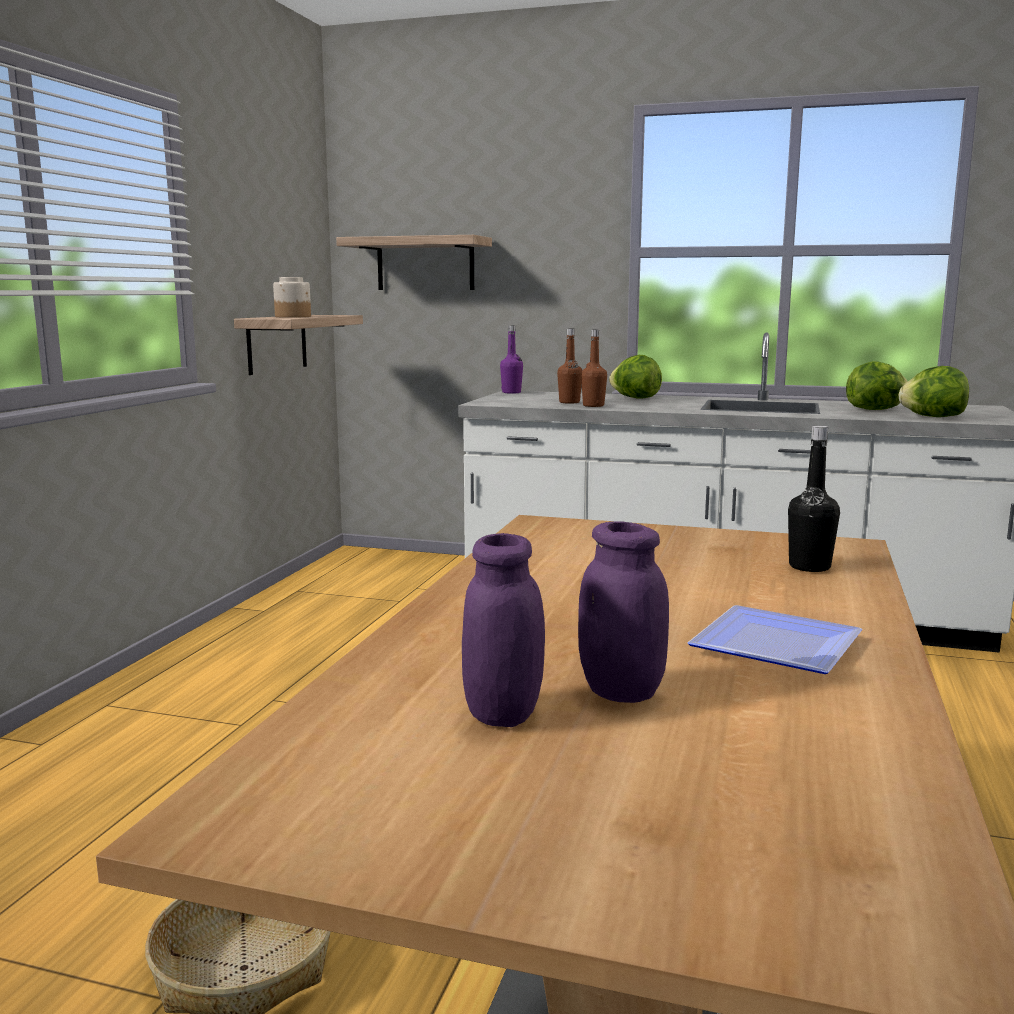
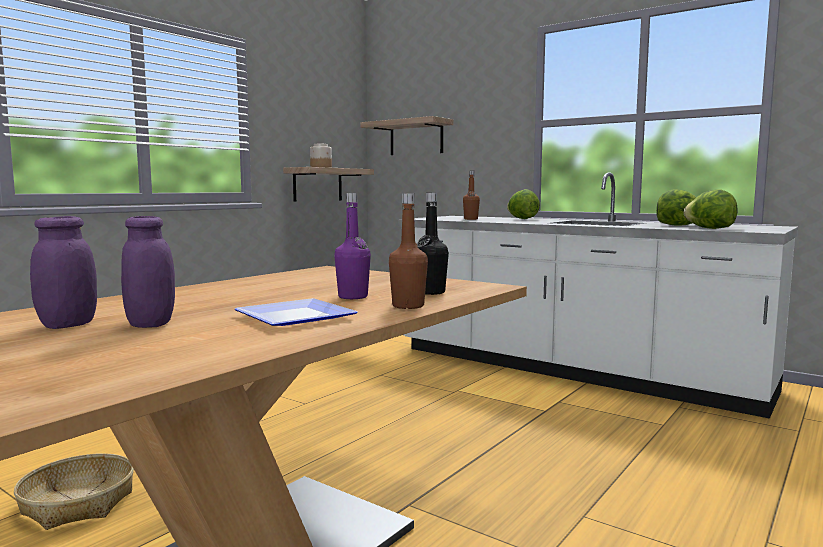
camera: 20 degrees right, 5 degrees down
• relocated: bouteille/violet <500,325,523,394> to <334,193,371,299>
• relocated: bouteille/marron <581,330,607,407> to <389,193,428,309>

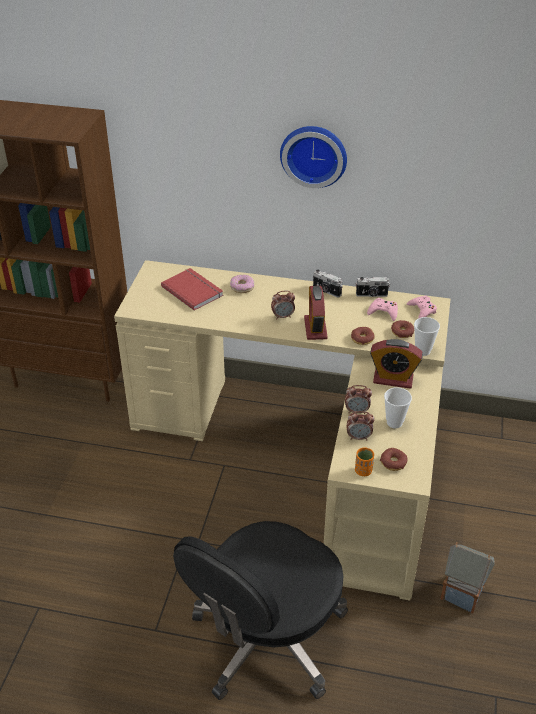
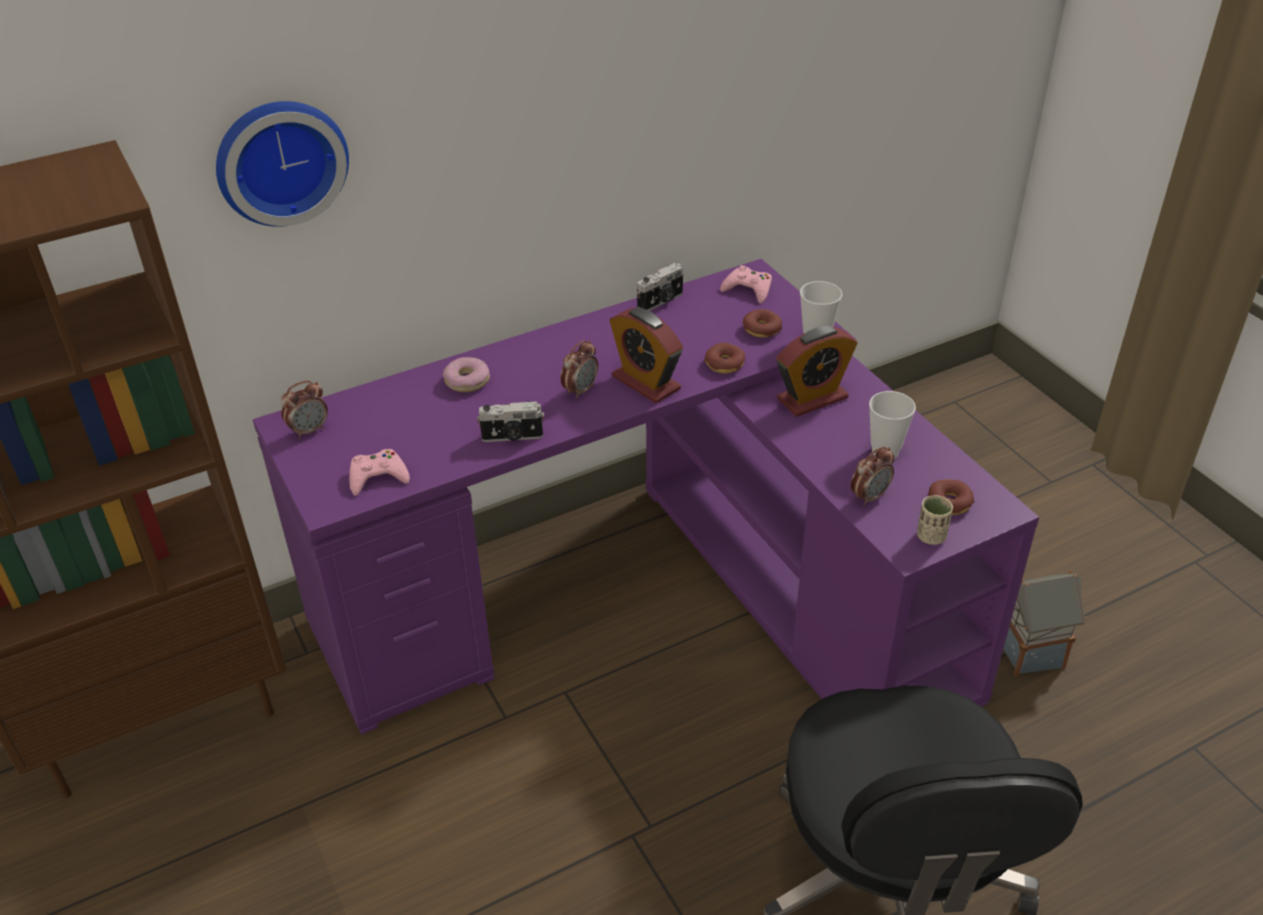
camera: 40 degrees left, 0 degrees up
• missing: livre/rouge <161,268,223,311>
• relocated: horloge murale <280,126,347,188> to <216,101,349,227>
• relocated: appareil photo <313,270,343,297> to <477,401,544,442>
• relocated: réveil <345,385,372,414> to <281,380,328,439>
• relocated: manette/rose <367,298,398,321> to <349,449,410,496>
• colour: bureau/beige <114,260,451,600> to bureau/violet <253,259,1039,735>
• colour: tasse/orange <355,448,374,476> to tasse/beige <917,495,953,545>

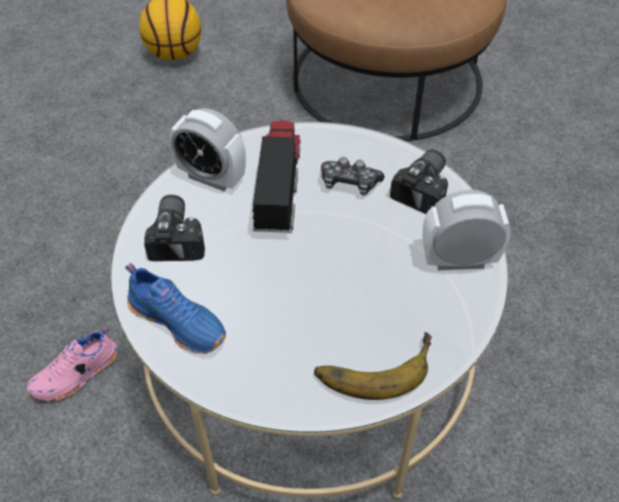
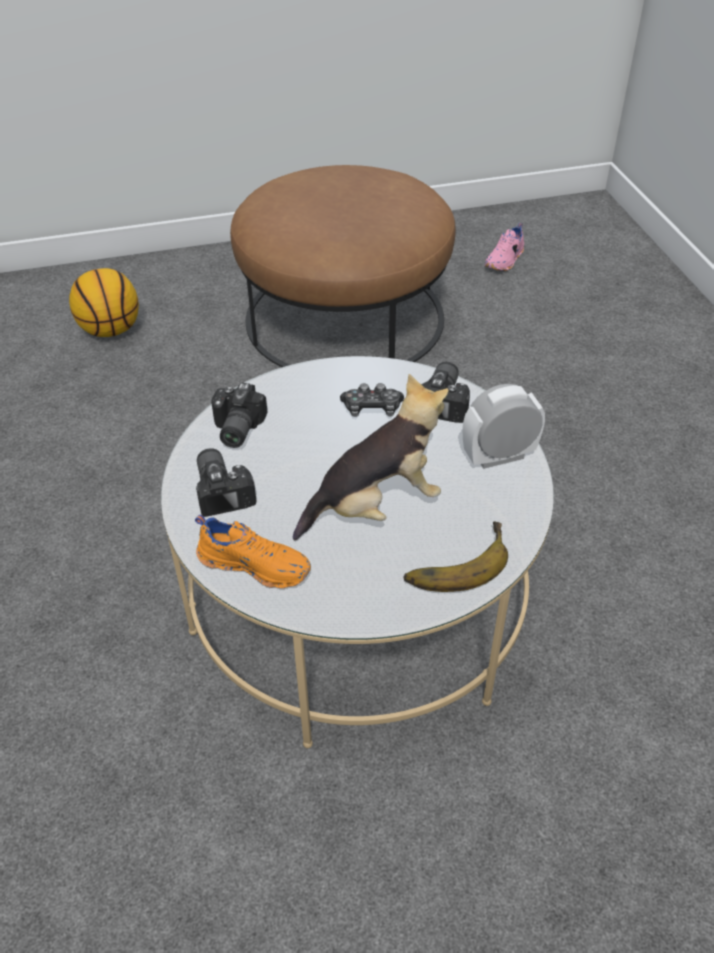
camera: 15 degrees left, 5 degrees down
• missing: camion jouet <253,120,301,233>
• appeared: peluche <293,374,449,540>
• relocated: chaussure/rose <26,326,118,401> to <485,223,524,271>
• exchanged: réveil <169,108,246,191> to appareil photo <211,383,268,448>
• colour: chaussure/bleu <125,263,226,354> to chaussure/orange <195,515,311,588>

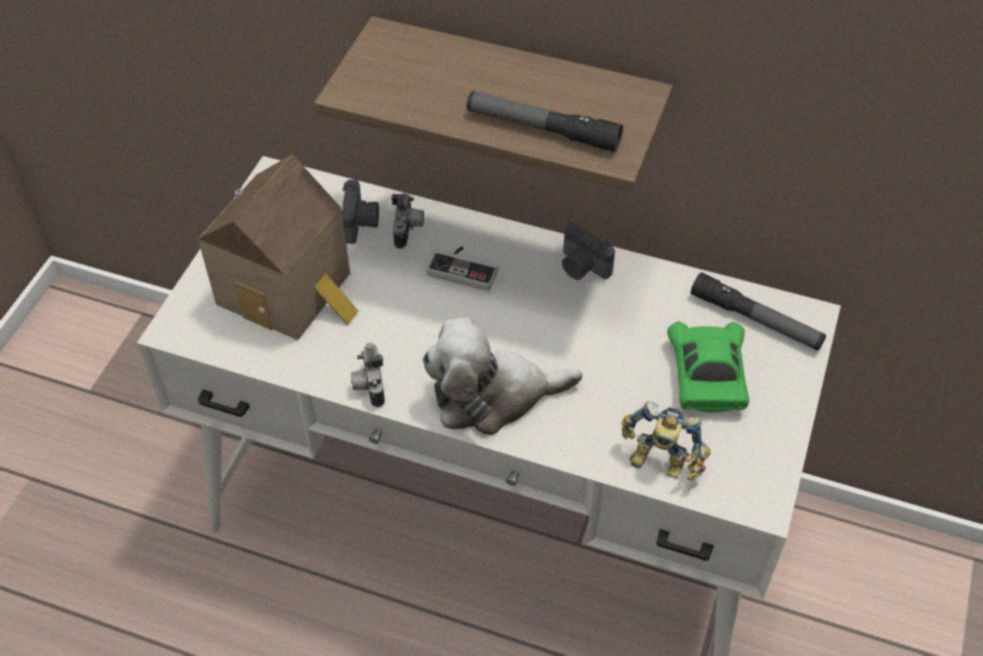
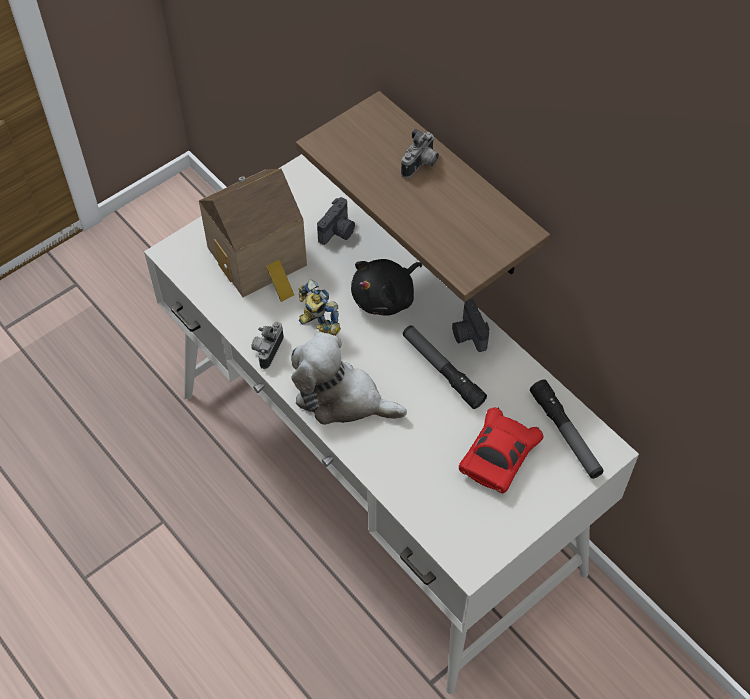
camera: 30 degrees right, 5 degrees up
• relocated: appareil photo <391,193,424,249> to <401,129,439,178>
• relocated: lampe de poche <467,91,623,152> to <403,325,487,409>
• relocated: robot jouet <621,402,711,480> to <299,280,341,336>
• exchanged: manette <426,246,499,291> to peluche/noir <351,259,422,316>
• colour: petite voiture/vert <667,322,749,413> to petite voiture/rouge <459,407,544,493>

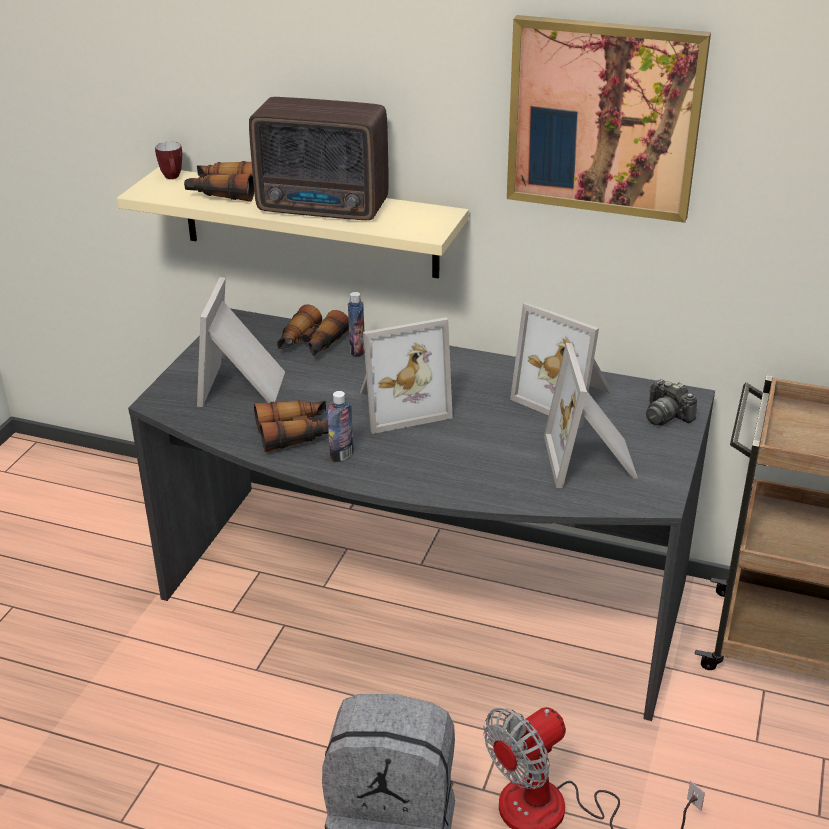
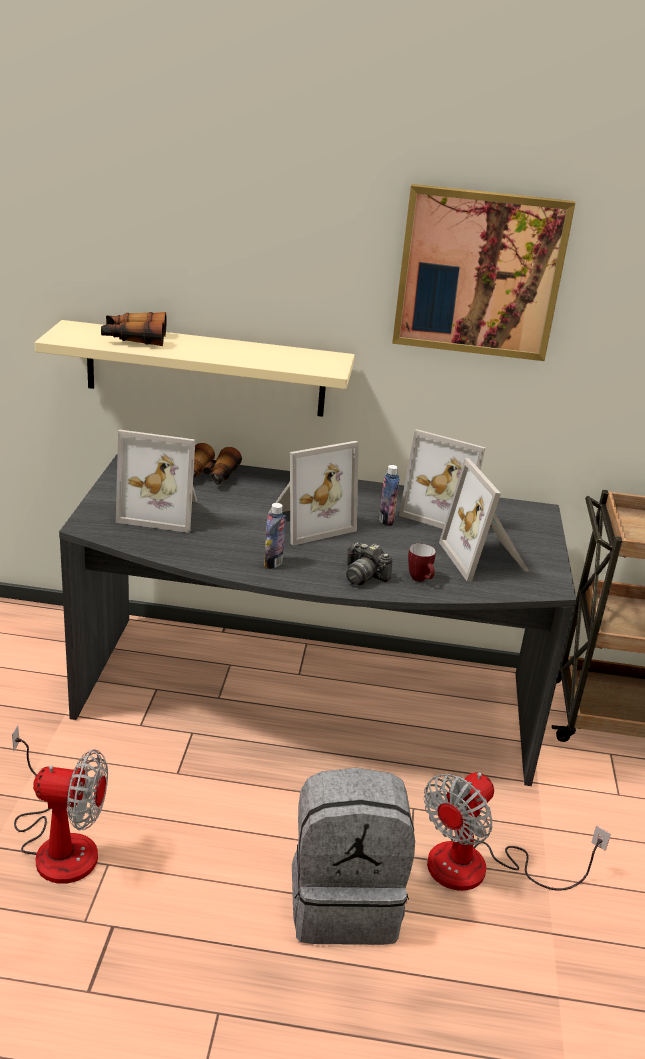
camera: 15 degrees left, 5 degrees down
• missing: radio <249,97,389,220>
• missing: jumelles <254,400,329,453>
• appeared: ventilateur <12,725,108,884>
• relocated: mug <155,142,182,179> to <408,543,436,582>
• relocated: bouteille <348,292,365,357> to <379,465,399,526>
• relocated: appareil photo <646,379,697,425> to <346,542,392,585>
• spun: cadre photo <197,277,285,407> = <116,430,197,533> 75 degrees counterclockwise

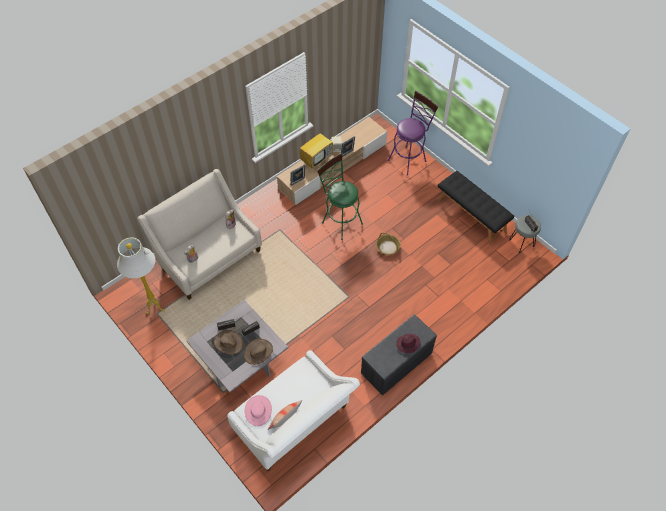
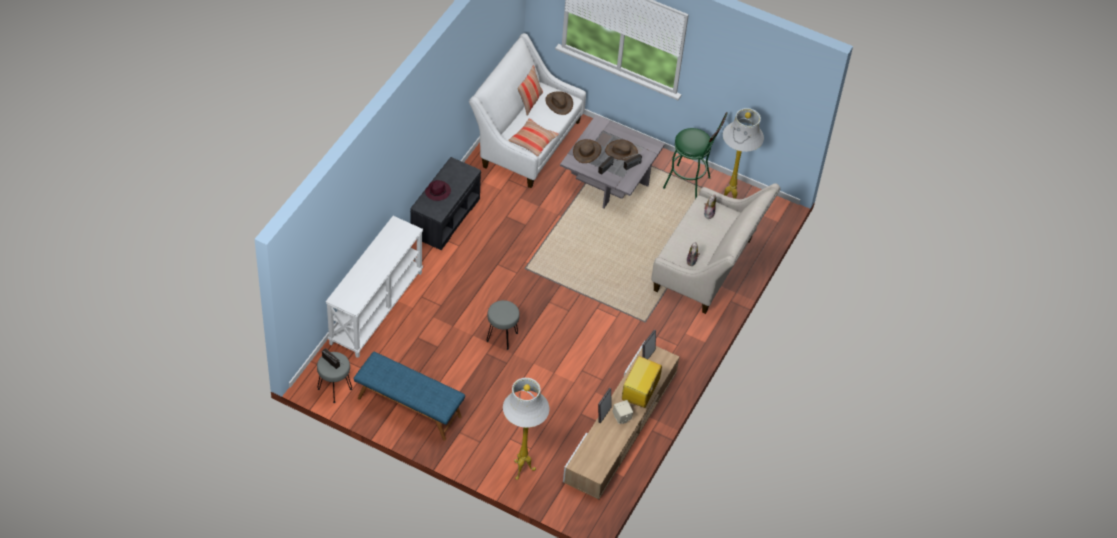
camera: 155 degrees right, 5 degrees down
• appeared: table console/blanc <326,216,423,358>
• appeared: coussin <508,119,559,157>
• relocated: tabouret/vert <317,153,363,240> to <663,112,728,199>
• exchanged: panier <376,233,401,255> to tabouret/gris <487,300,520,350>
• exchanged: tabouret/violet <388,91,438,176> to lampadaire/blanc <503,378,550,480>
• colour: chapeau/rose <245,395,272,426> to chapeau/marron <545,91,573,115>
• colour: banc/noir <437,171,514,245> to banc/bleu <354,352,465,441>

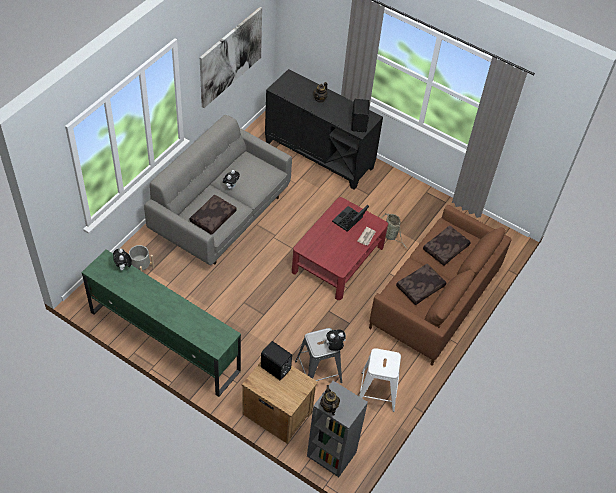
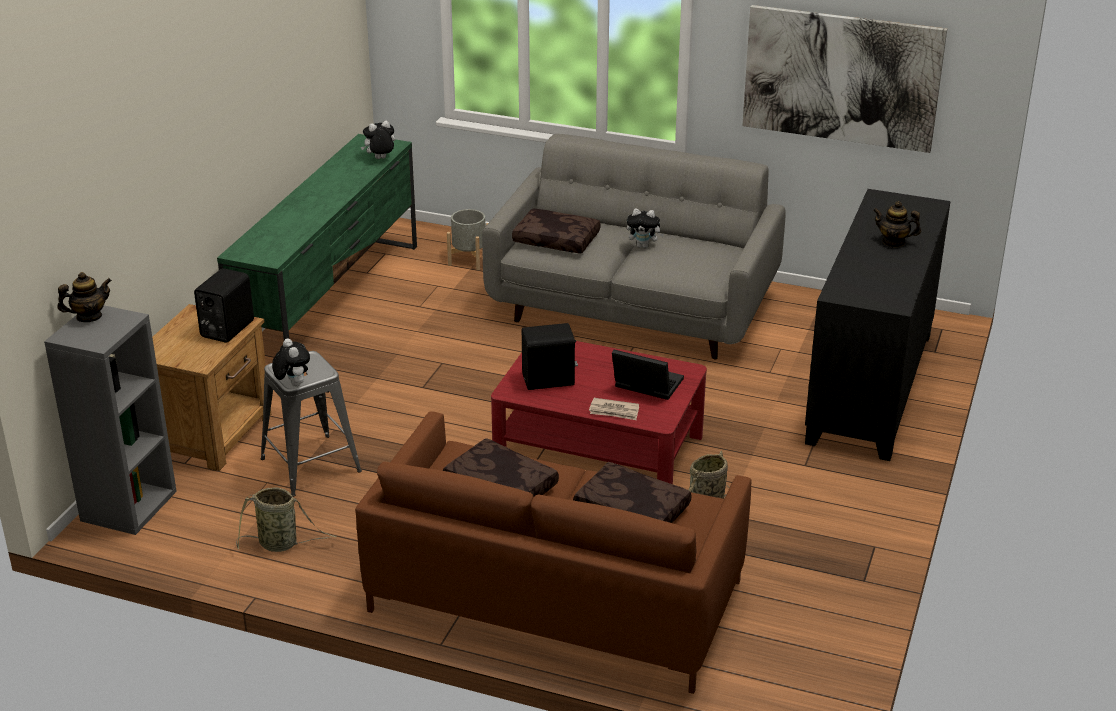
camera: 80 degrees right, 20 degrees down
• relocated: enceinte/noir <351,99,369,132> to <522,323,578,390>
• exchanged: tabouret/blanc <359,348,401,412> to panier <236,487,336,552>

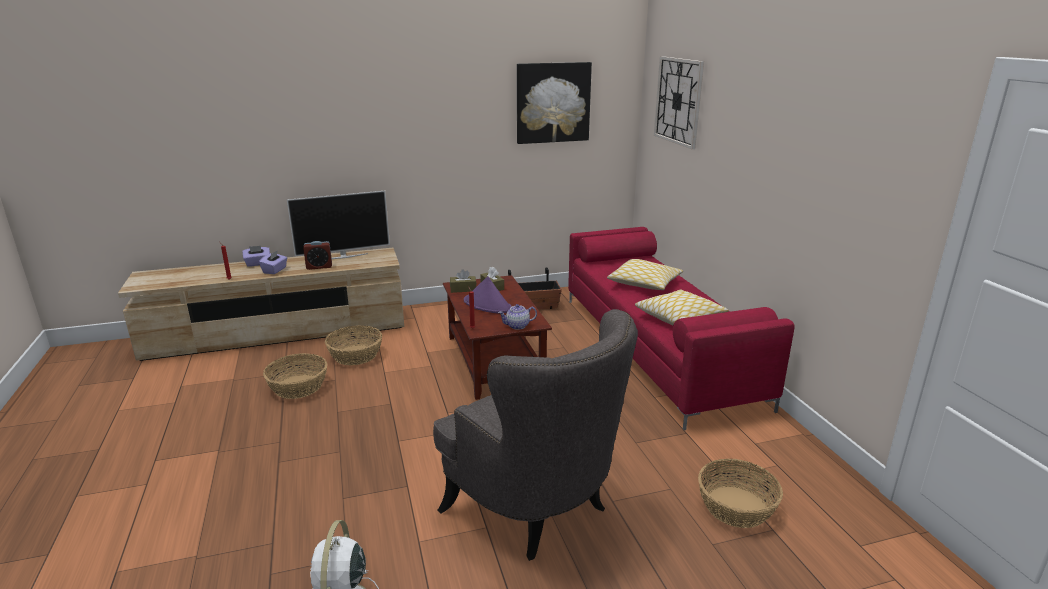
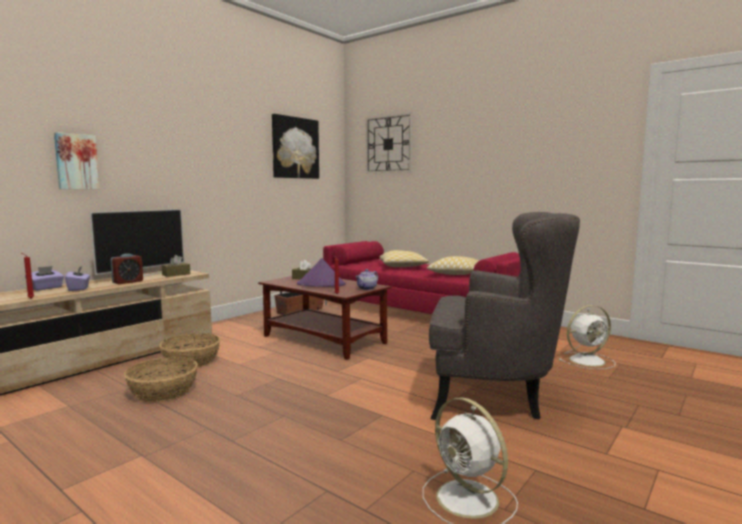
camera: 35 degrees left, 15 degrees down
• appeared: tableau <54,132,100,189>
• relocated: boîte à mouchoirs/marron <450,269,477,293> to <162,255,190,277>
• exchanged: panier <698,459,783,528> to ventilateur/blanc <559,305,616,369>

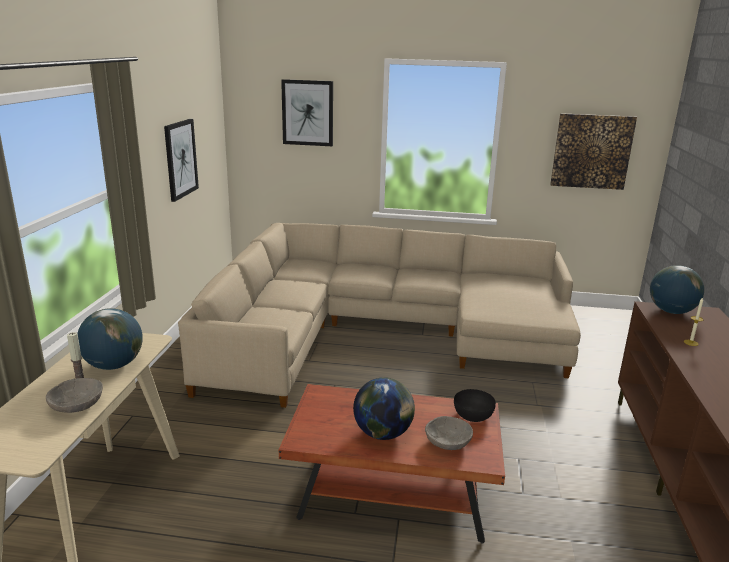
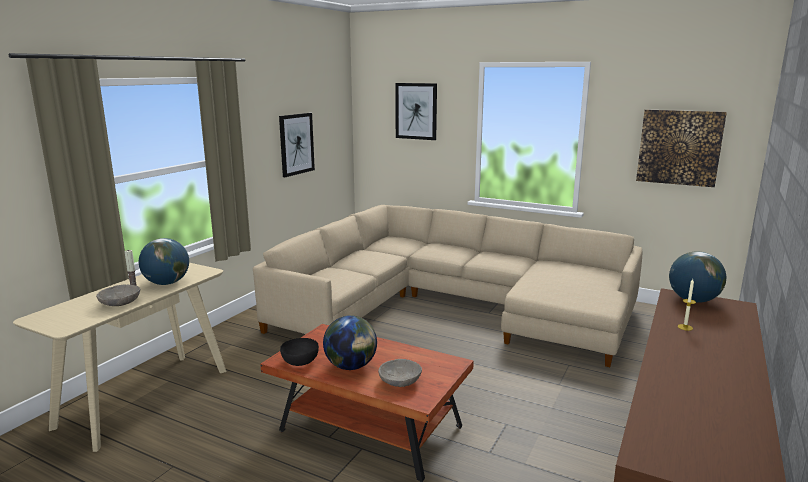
camera: 20 degrees right, 5 degrees down
• relocated: bol/noir <454,389,496,422> to <280,338,319,366>

